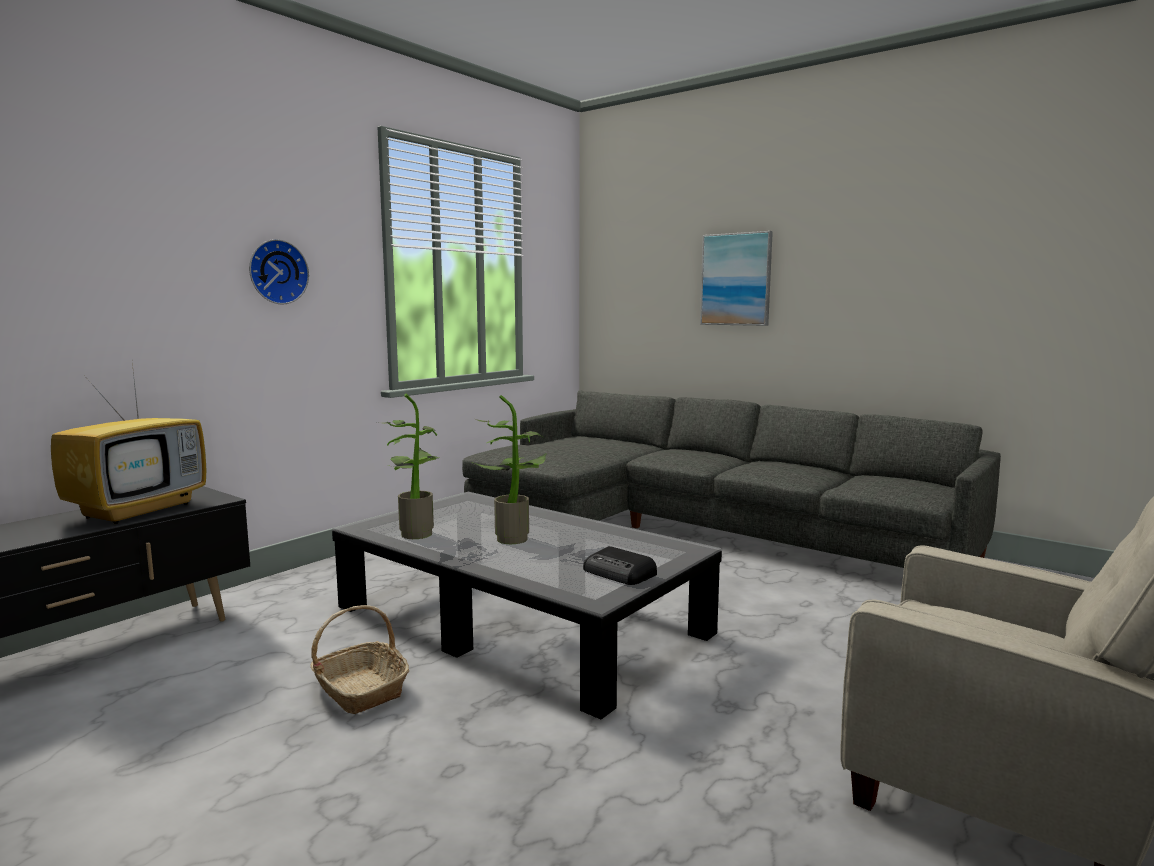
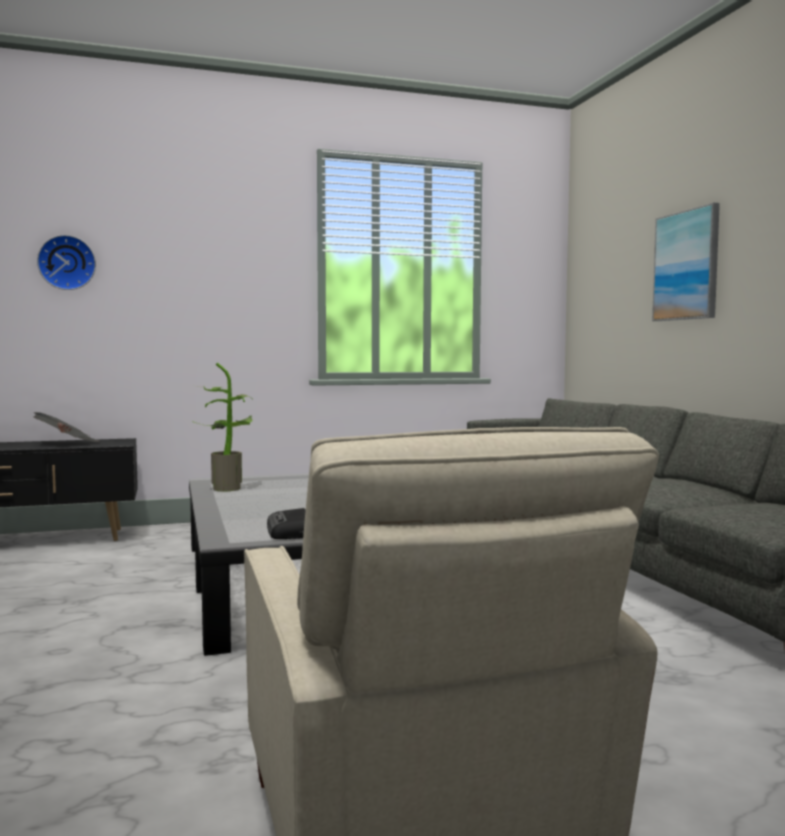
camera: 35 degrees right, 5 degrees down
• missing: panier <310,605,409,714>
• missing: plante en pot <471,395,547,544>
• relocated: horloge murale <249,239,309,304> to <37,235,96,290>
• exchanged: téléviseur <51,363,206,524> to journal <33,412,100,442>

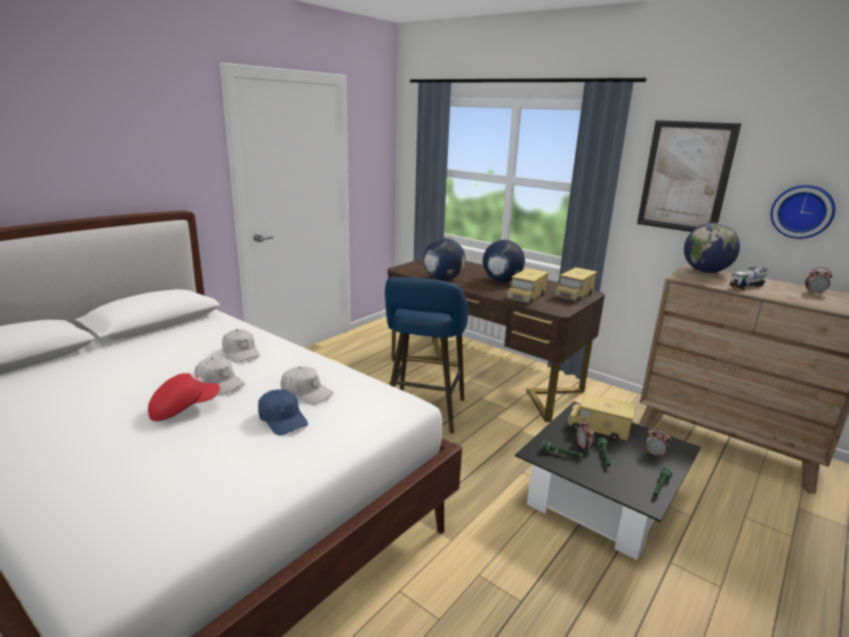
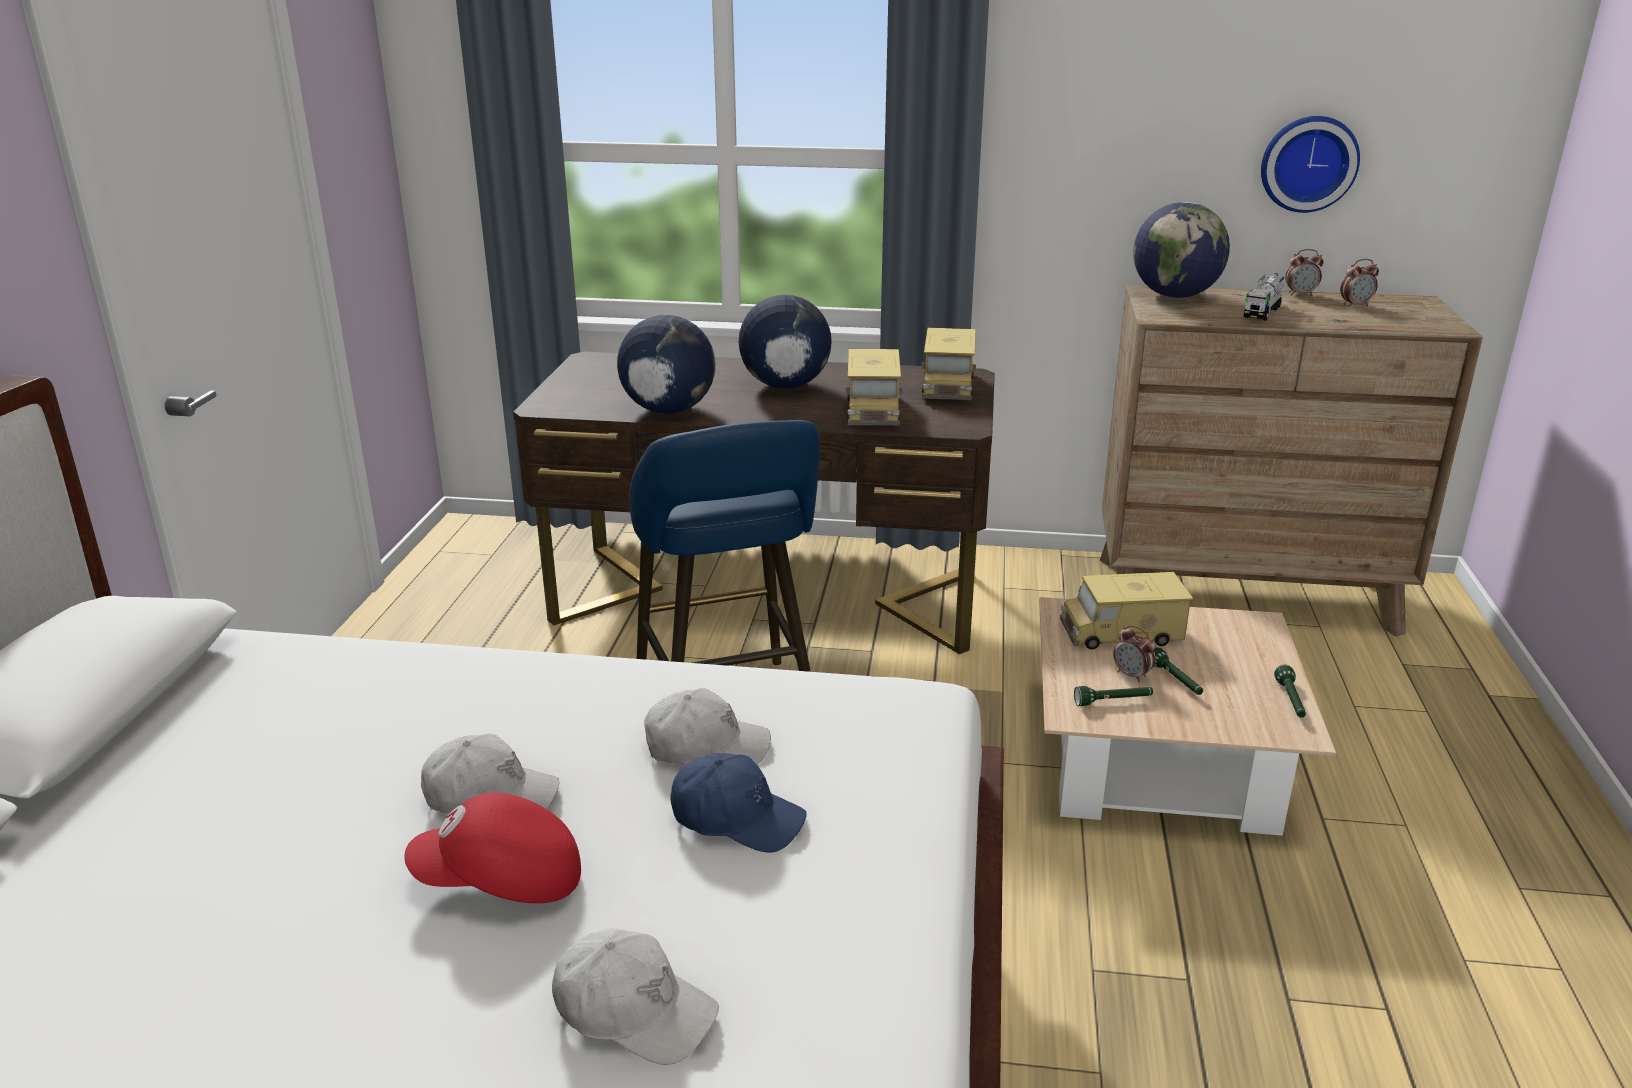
camera: 30 degrees left, 5 degrees up
• missing: tableau <637,120,742,232>
• relocated: casquette/blanc <222,329,260,363> to <552,928,719,1065>
• relocated: réveil <645,428,671,458> to <1285,249,1324,296>
• colour: table basse/noir <515,401,701,560> to table basse/beige <1039,597,1336,836>
• spun: casquette/rouge <148,373,220,421> = <404,793,581,903> 120 degrees counterclockwise

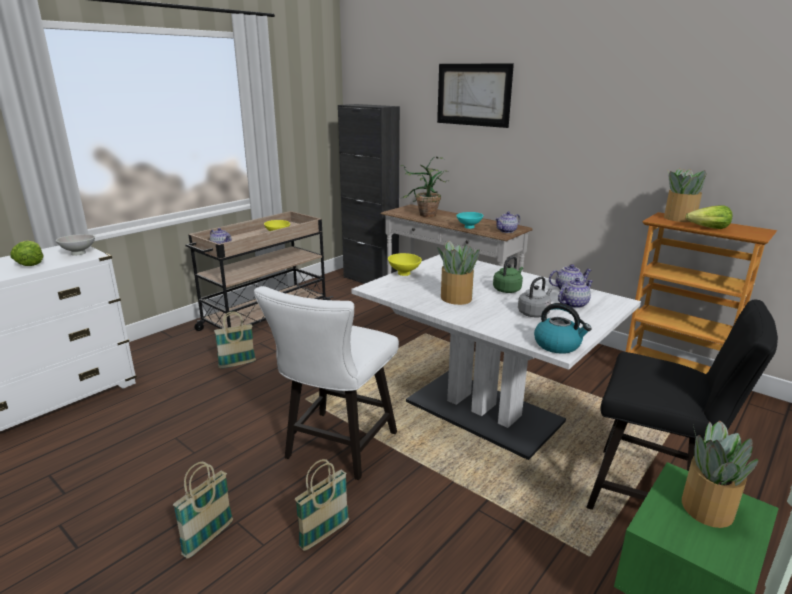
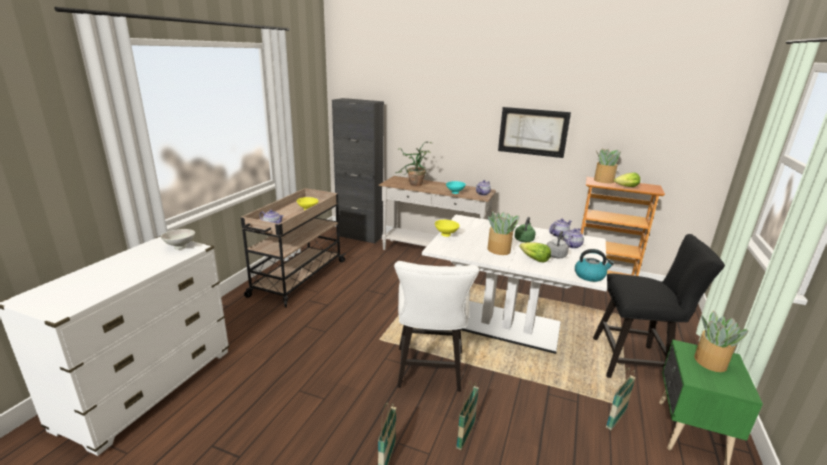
camera: 20 degrees left, 0 degrees up
• relocated: laitue <10,241,43,266> to <519,242,551,262>
• relocated: panier <214,311,256,369> to <606,368,635,430>
• relocated: tableau <437,63,514,128> to <498,107,571,158>

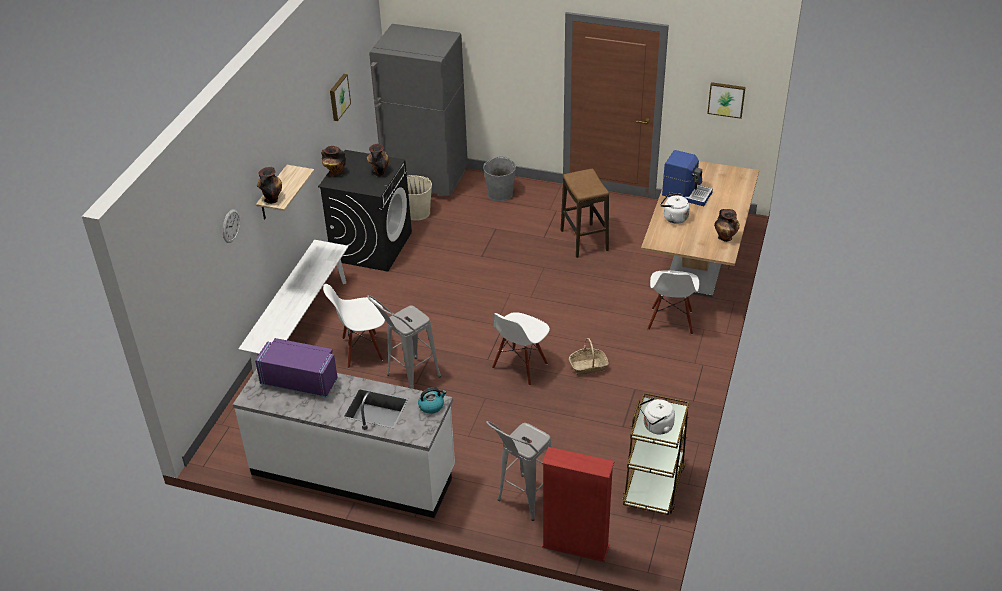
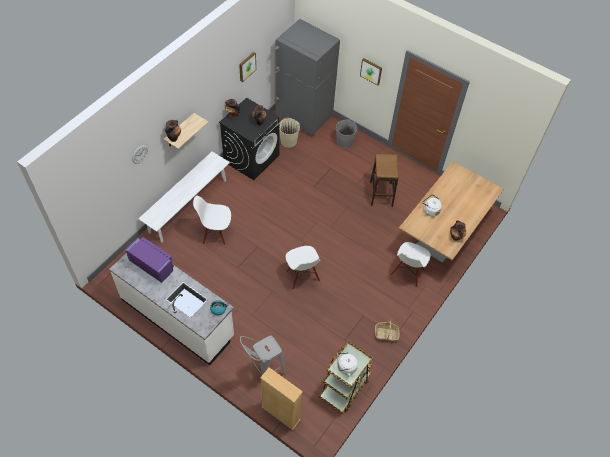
camera: 15 degrees right, 15 degrees up
• missing: tabouret/gris <367,295,441,389>
• missing: machine à café <662,150,713,206>
• relocated: panier <569,338,609,375> to <375,318,400,341>
• relocated: tableau <707,82,746,119> to <360,58,382,85>
• colour: bibliothèque/rouge <542,447,614,562> to bibliothèque/beige <260,367,303,430>
• spun: chaise/blanc <492,312,550,386> = <286,246,320,289> 75 degrees counterclockwise

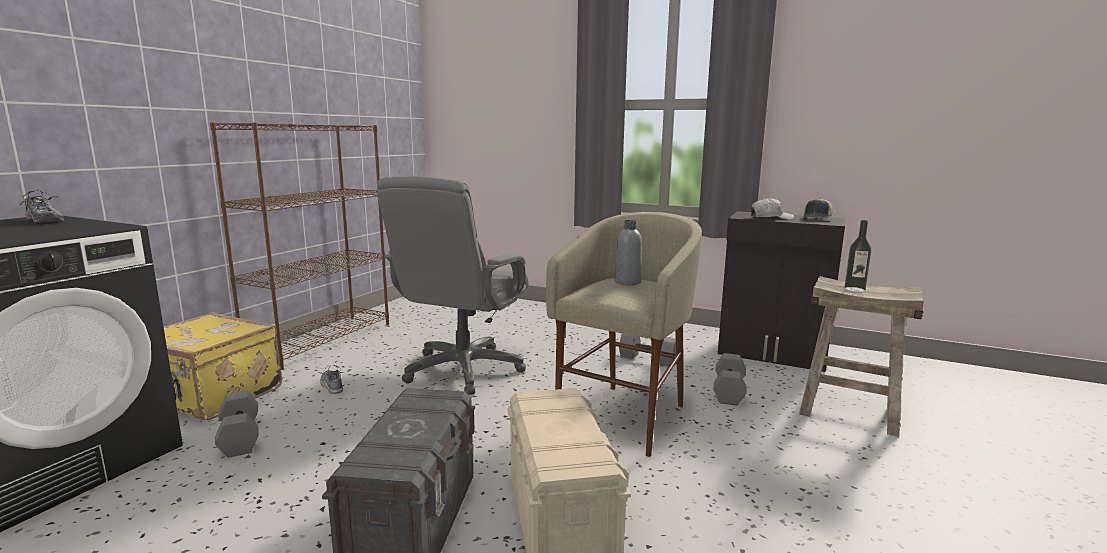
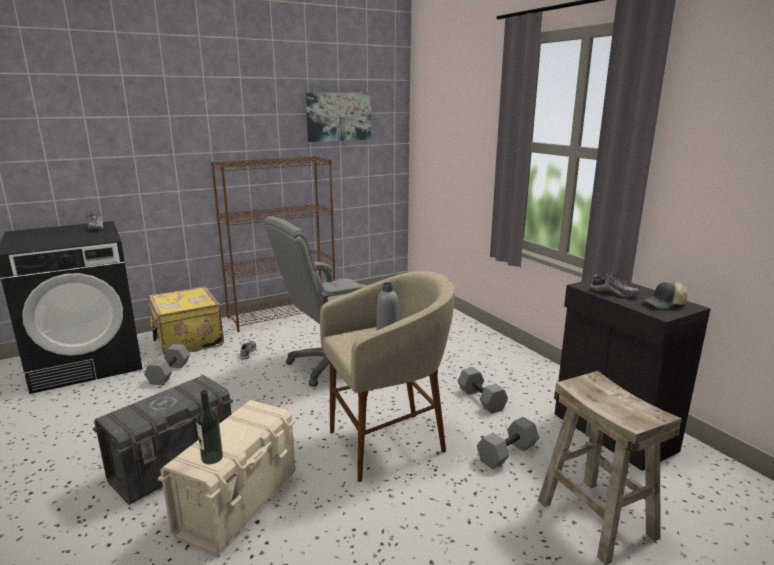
camera: 35 degrees right, 5 degrees up
• appeared: tableau <306,93,371,142>
• relocated: bouteille <844,220,871,292> to <196,390,223,464>
• exchanged: casquette/blanc <751,197,794,220> to chaussure <591,270,639,297>

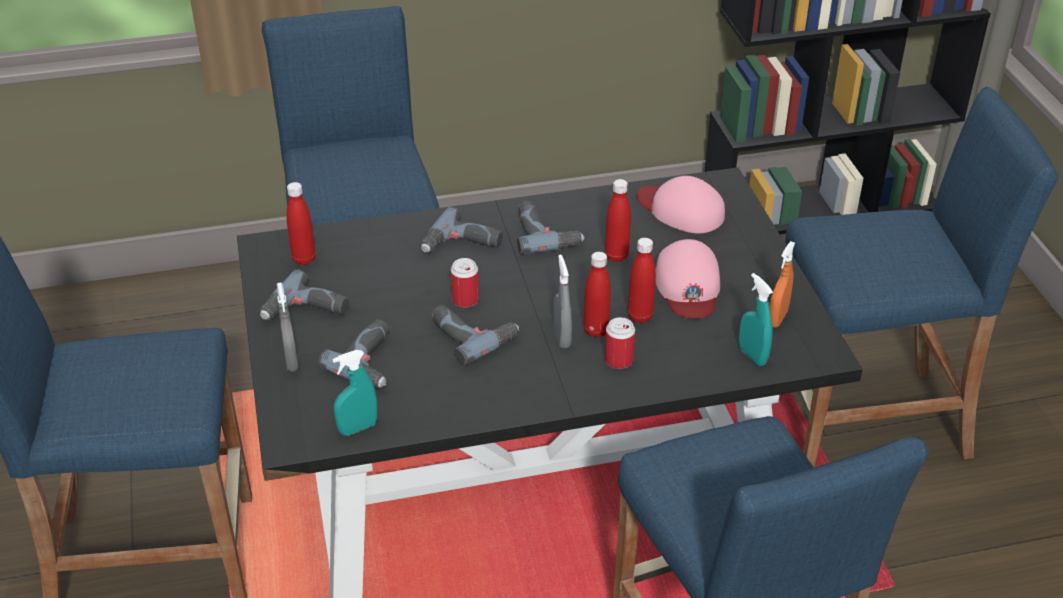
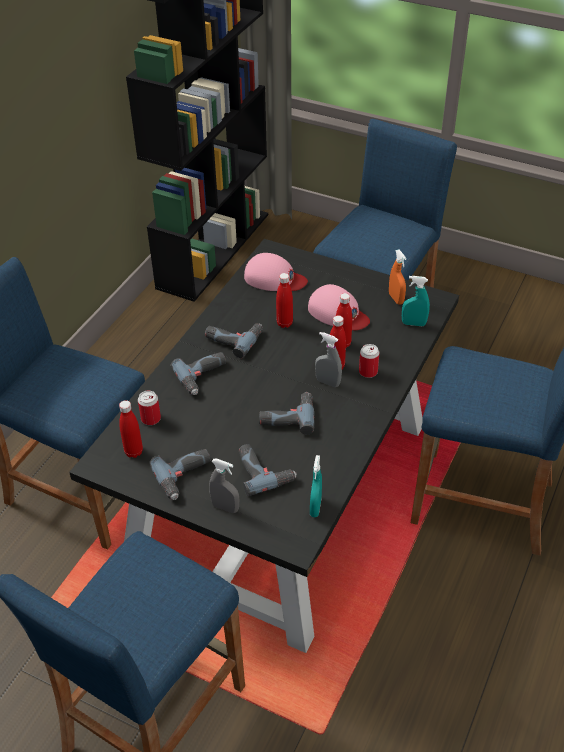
camera: 50 degrees left, 5 degrees up
• relocated: boîte métallique <451,258,479,308> to <138,391,161,425>
• spun: casquette/rose <637,176,725,234> = <244,253,308,291> 150 degrees counterclockwise

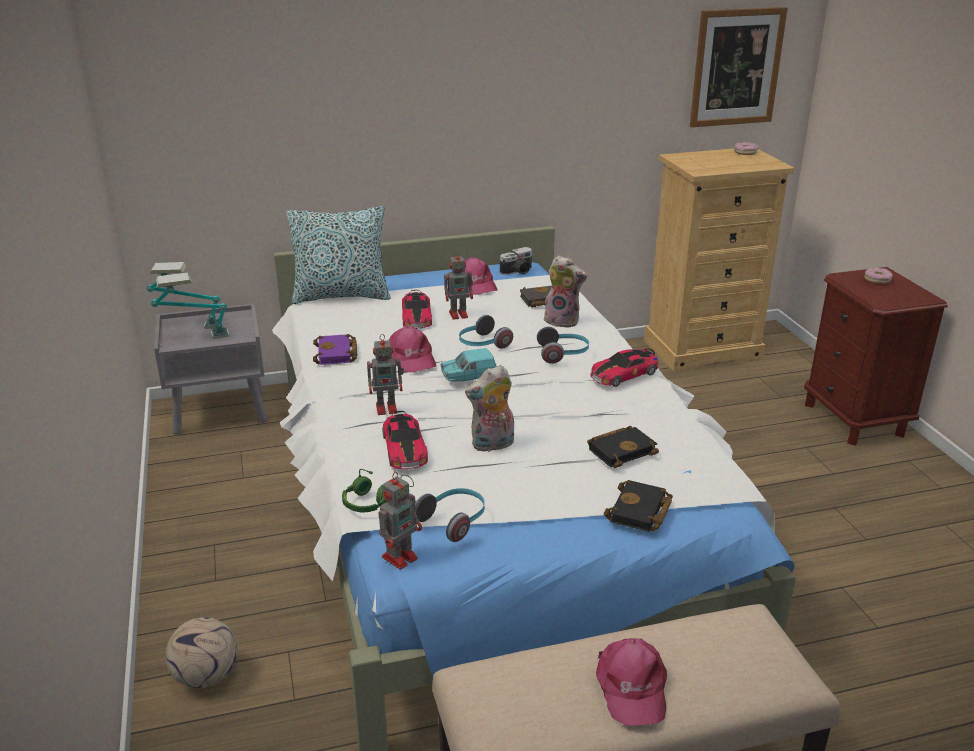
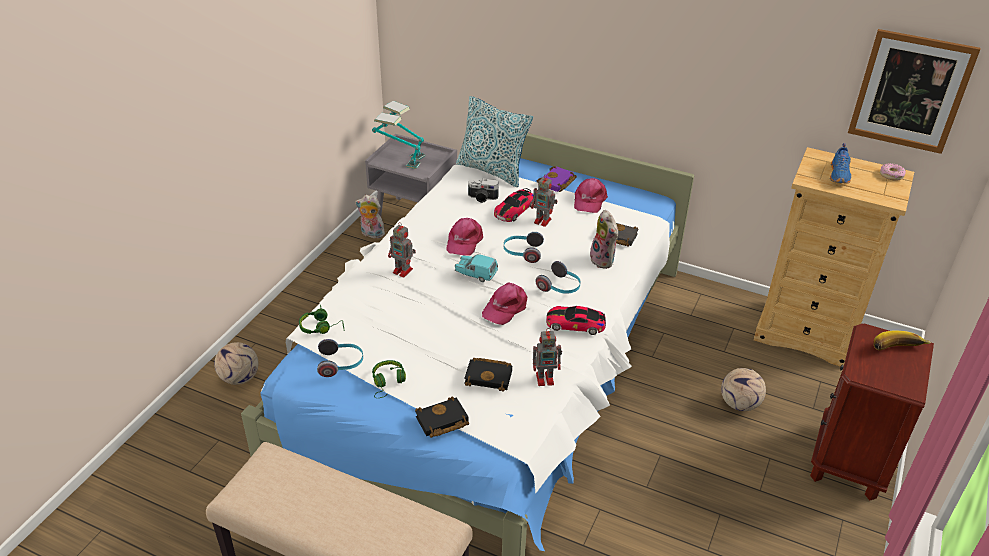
camera: 40 degrees right, 10 degrees up
• missing: petite voiture <382,411,428,469>
• appeared: casque audio/vert <372,360,406,398>
• appeared: ballon de foot <721,368,766,411>
• appeared: chaussure/bleu <830,143,851,184>
• relocated: livre/violet <313,334,357,365> to <537,166,577,192>
• relocated: robot jouet <378,472,422,570> to <533,328,562,386>
• relocated: peluche <465,365,514,453> to <355,195,385,238>
• relocated: appareil photo <500,247,532,275> to <468,179,499,203>
• relocated: casquette/rose <596,638,667,725> to <482,282,527,325>
• exchanged: beignet <864,267,893,284> to banane <874,331,931,350>

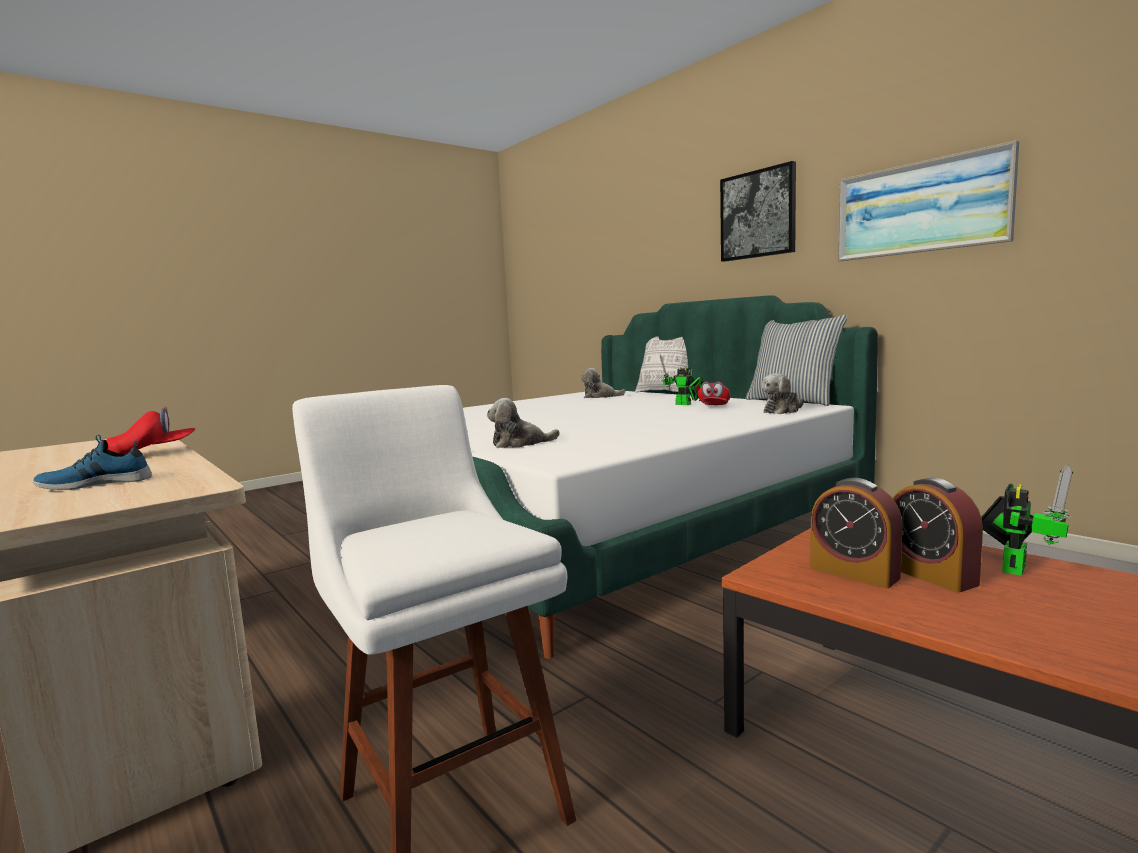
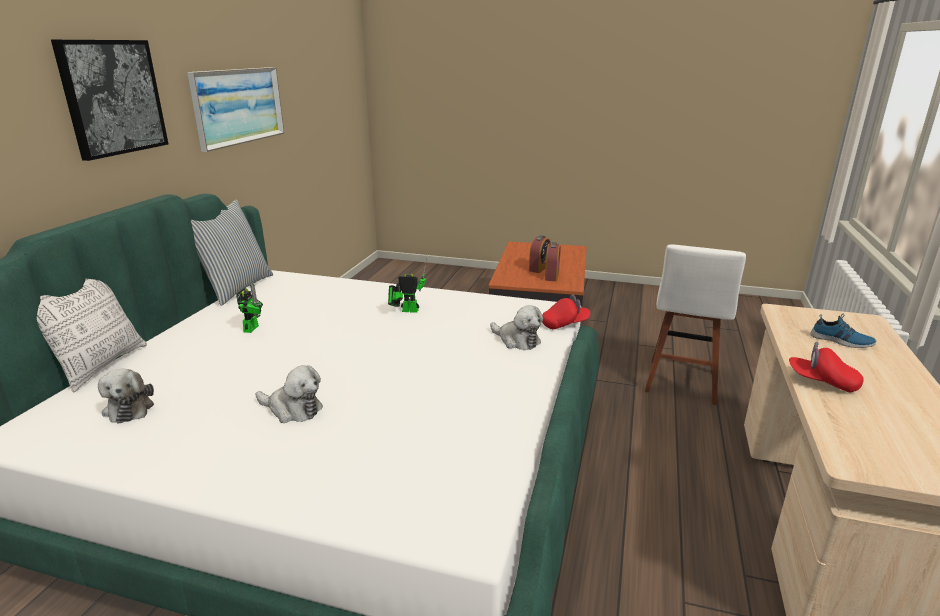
camera: 125 degrees left, 15 degrees up
• relocated: casquette/rouge <698,382,730,405> to <542,294,591,329>
• relocated: peluche <762,373,804,414> to <256,365,323,423>
• relocated: robot jouet <981,465,1073,576> to <388,254,428,313>

